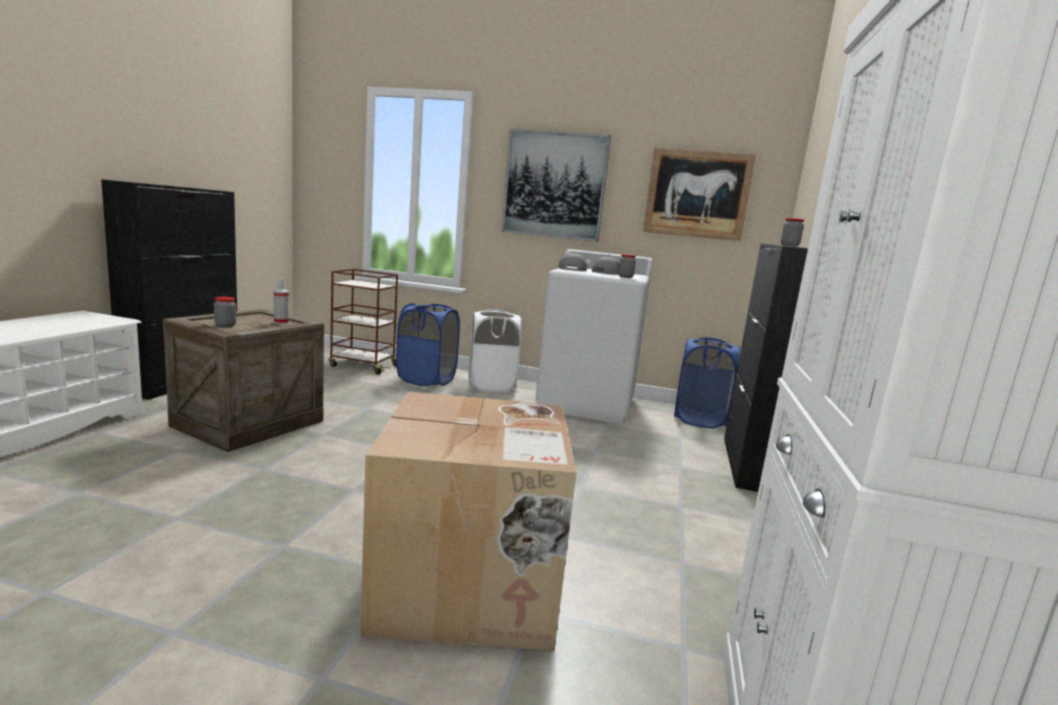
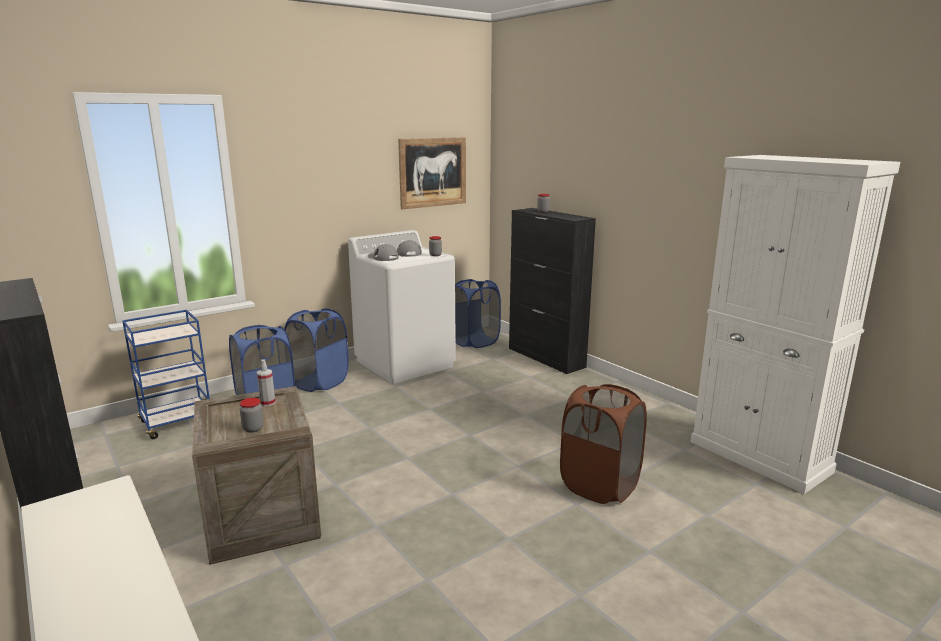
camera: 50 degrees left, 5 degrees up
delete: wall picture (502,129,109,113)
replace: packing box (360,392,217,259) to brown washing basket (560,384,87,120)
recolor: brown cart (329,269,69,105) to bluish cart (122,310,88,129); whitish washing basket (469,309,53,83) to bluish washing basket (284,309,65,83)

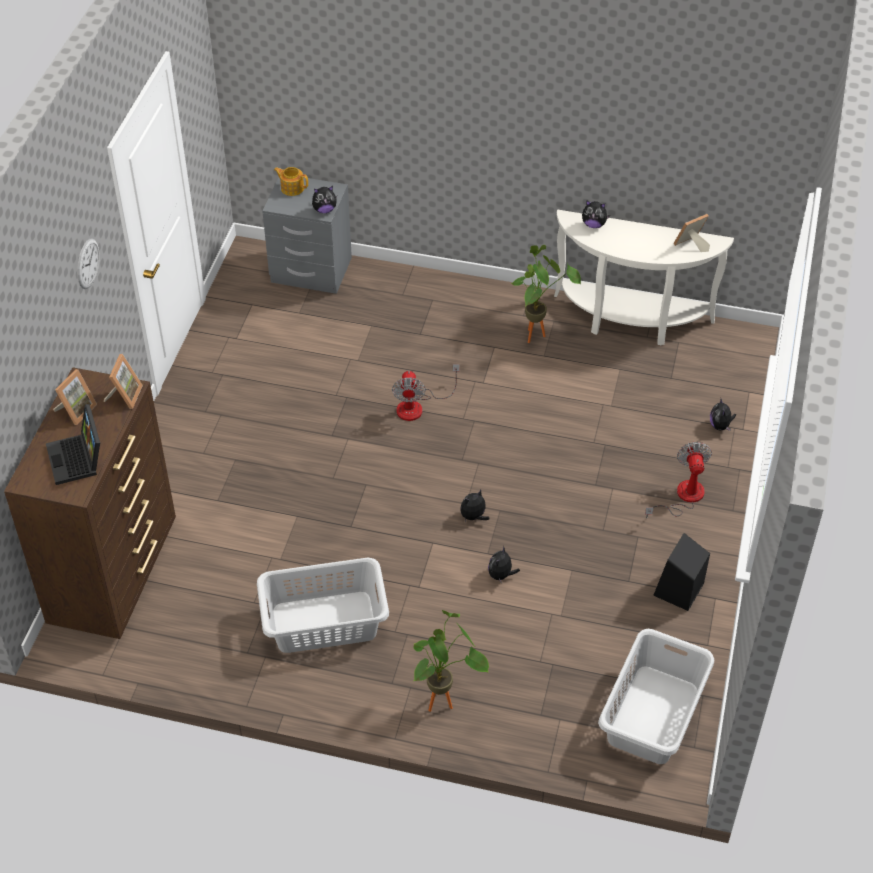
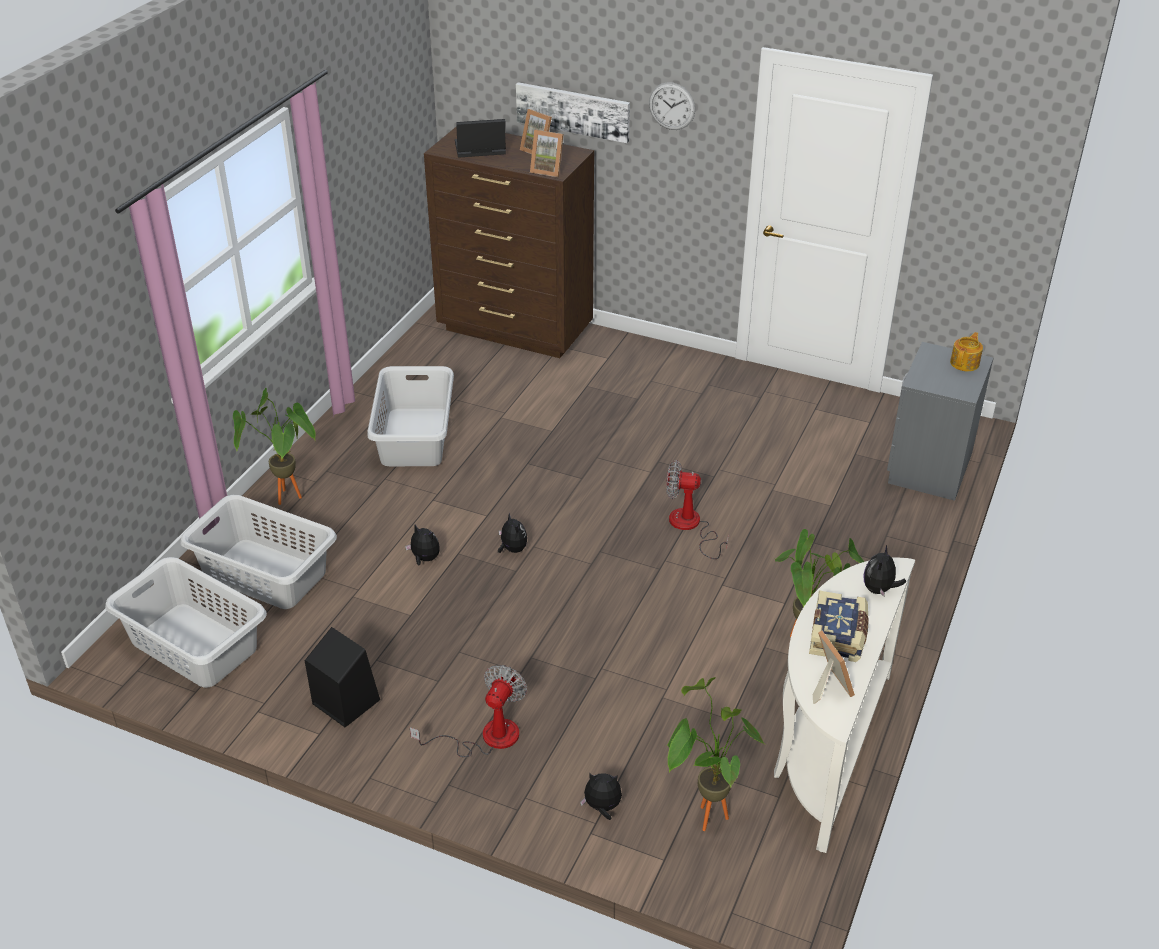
camera: 100 degrees right, 10 degrees down
delete: plush toy (312,186,25,27)
insert: gray washing basket (180,495,157,114); wall picture (516,82,114,61); plant in a pot (667,677,99,154); volume (809,590,60,72)
rotate: electric fan (645,442,67,76) = (410,665,117,92) 75 degrees counterclockwise

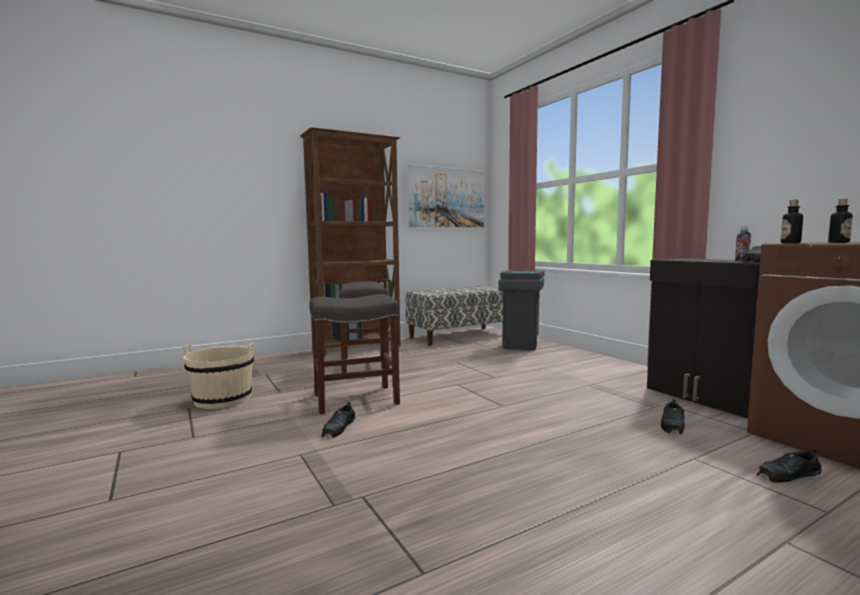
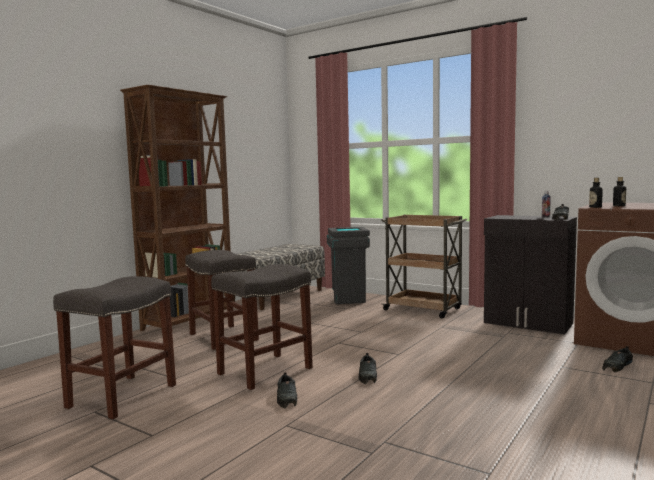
camera: 25 degrees left, 0 degrees up
delete: wall picture (408,165,76,62)
insert: brown cart (381,215,86,103)
move: black shoe (660,399,25,35) to (359,353,18,31)
replace: beige pail (183,343,71,66) to gray stool (53,276,123,143)

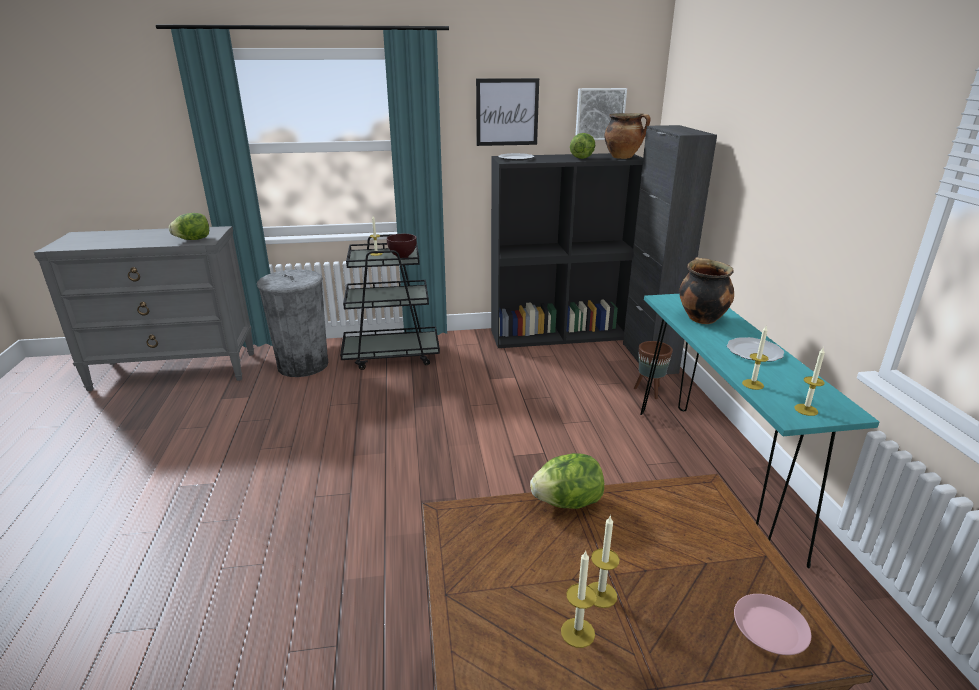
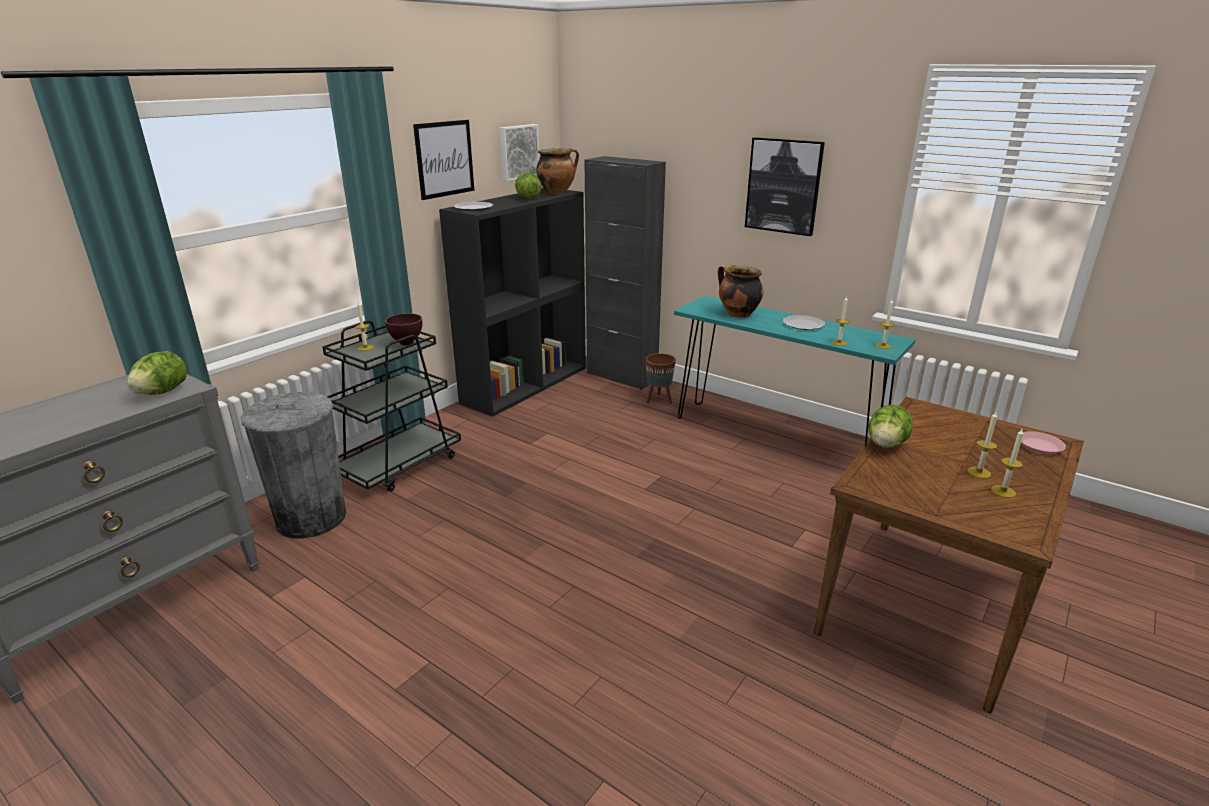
camera: 45 degrees left, 0 degrees up
insert: wall picture (745,137,80,99)

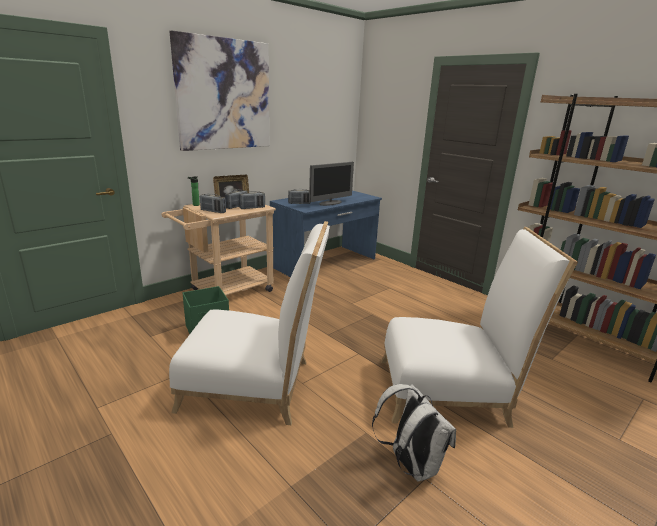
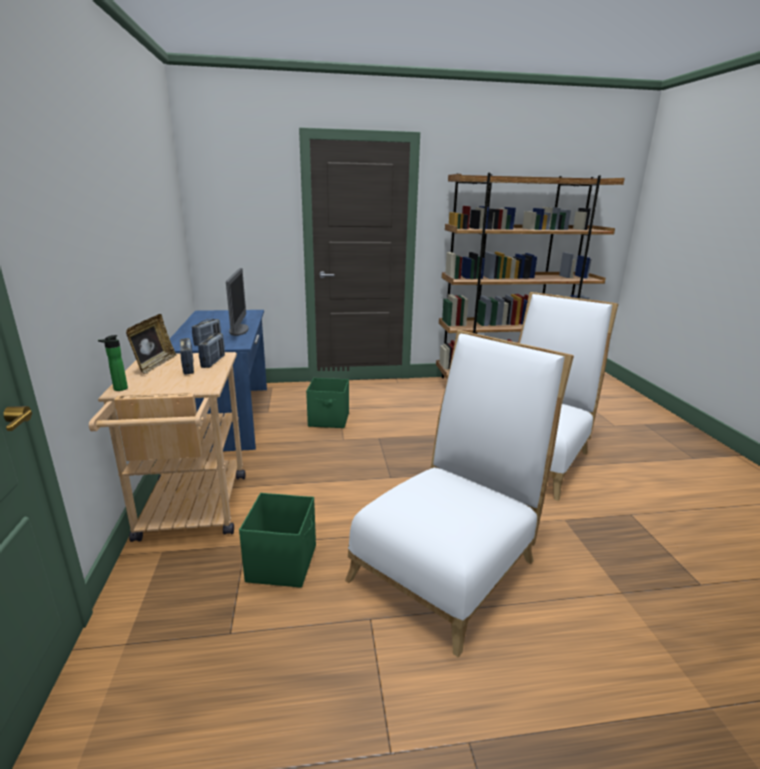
camera: 55 degrees left, 0 degrees up
delete: wall picture (169,30,101,121); radio (200,194,26,19); whitish backpack (372,384,84,98)
insert: green storage box (306,378,43,50)

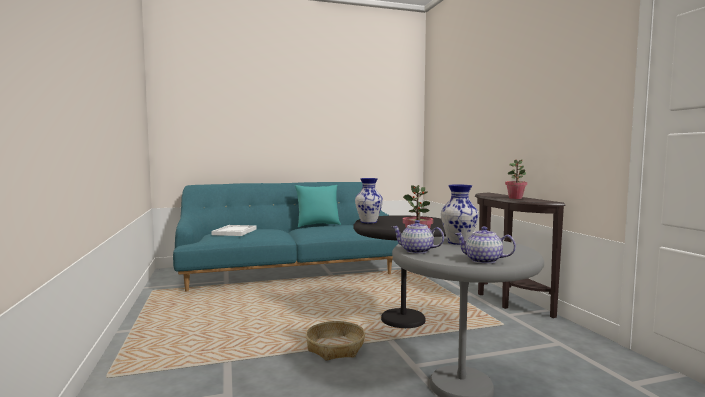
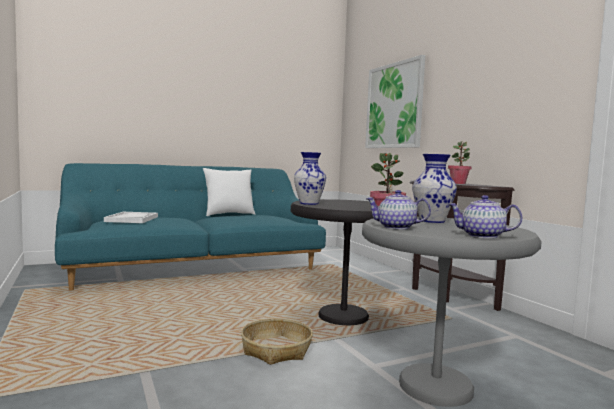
camera: 10 degrees left, 0 degrees up
insert: wall picture (365,55,60,93)
recolor: blue-green pillow (295,185,46,42) to whitish pillow (203,168,53,48)

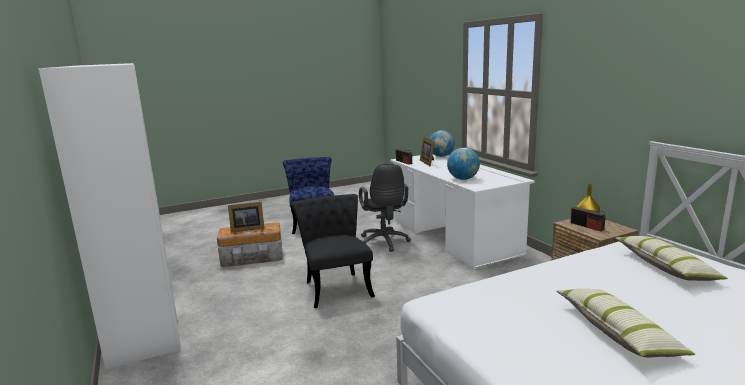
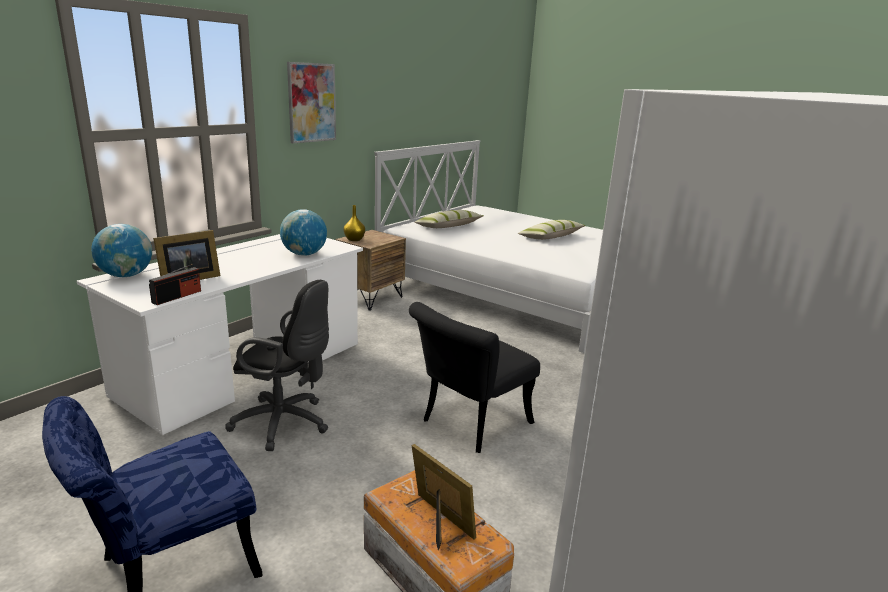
camera: 120 degrees left, 5 degrees up
delete: radio (570,207,36,24)
insert: wall picture (287,62,49,81)
rotate: black desk chair (359,164,52,88) = (225,280,104,171) 60 degrees clockwise

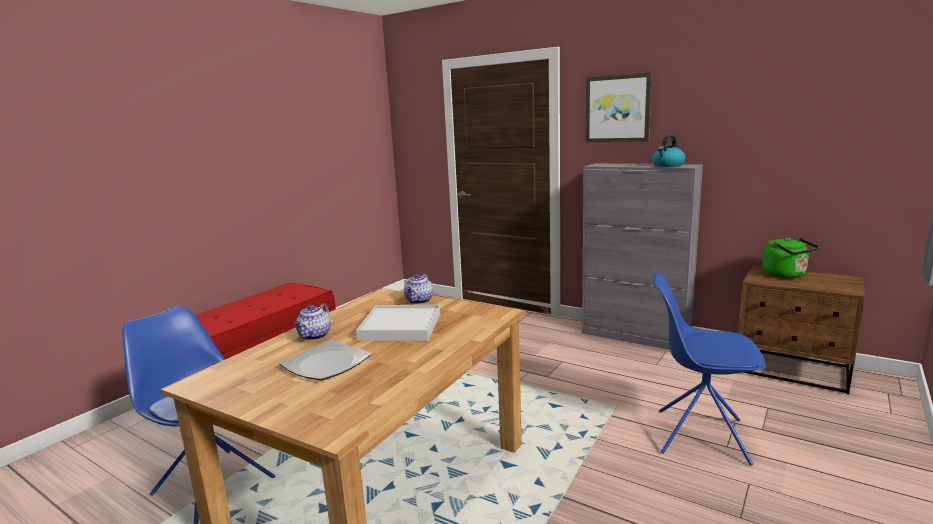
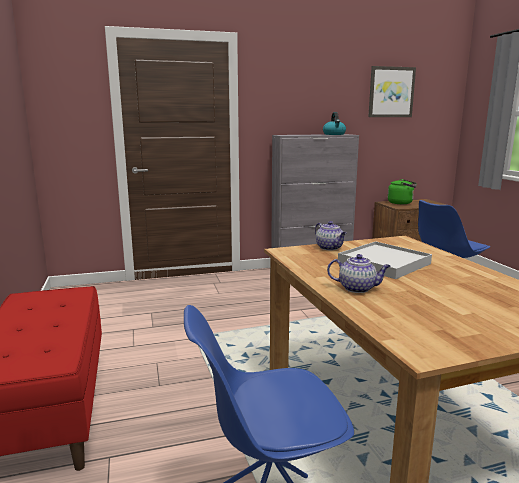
camera: 50 degrees left, 0 degrees up
delete: plate (279,340,93,40)
move: wall picture (586,72,66,70) to (368,66,48,51)
rotate: teapot (294,303,37,37) = (327,254,63,39) 45 degrees counterclockwise

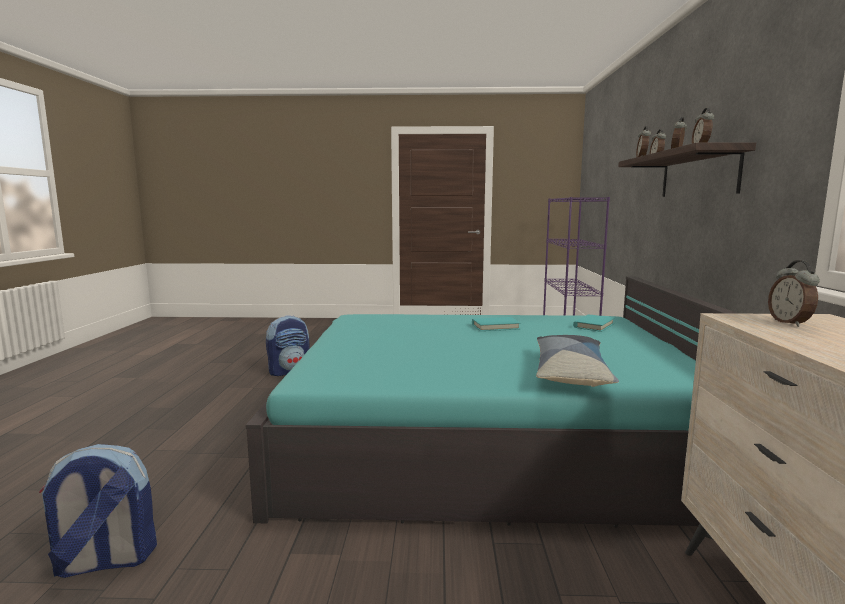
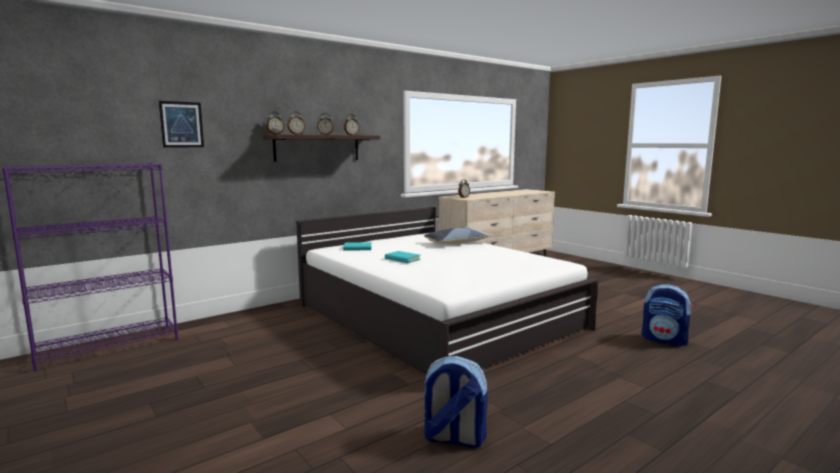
camera: 130 degrees left, 0 degrees up
insert: wall picture (159,101,45,47)
recolor: blue-green bed (246,276,493,252) to whitish bed (296,207,303,167)

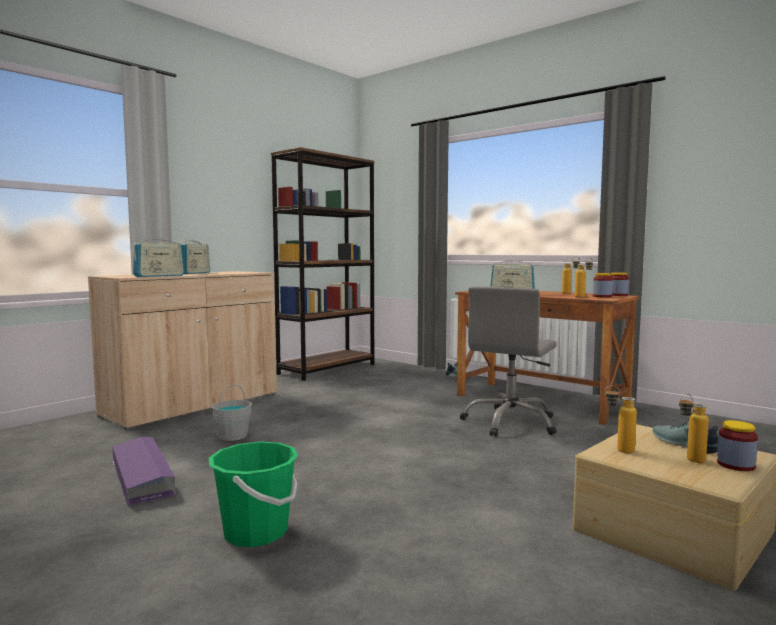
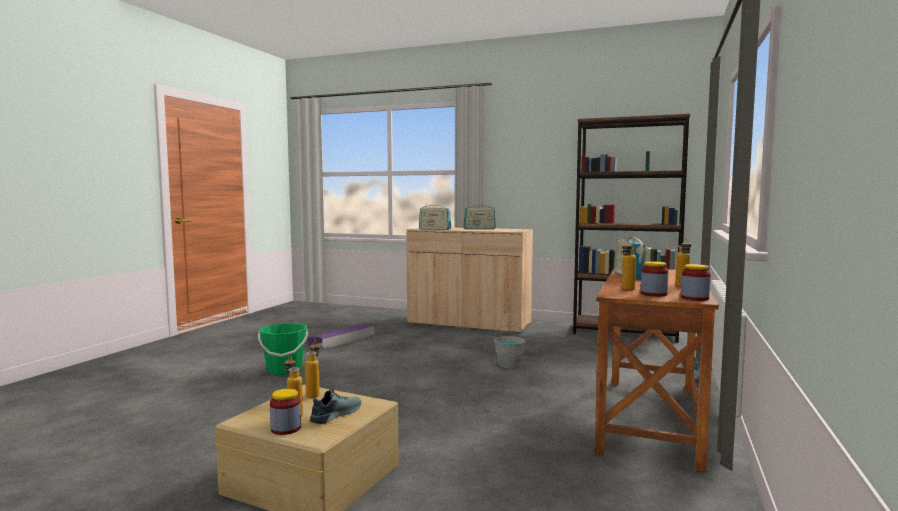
camera: 70 degrees right, 0 degrees up
delete: gray desk chair (460,287,97,150)
move: gray pail (212,385,40,56) to (493,324,33,44)

